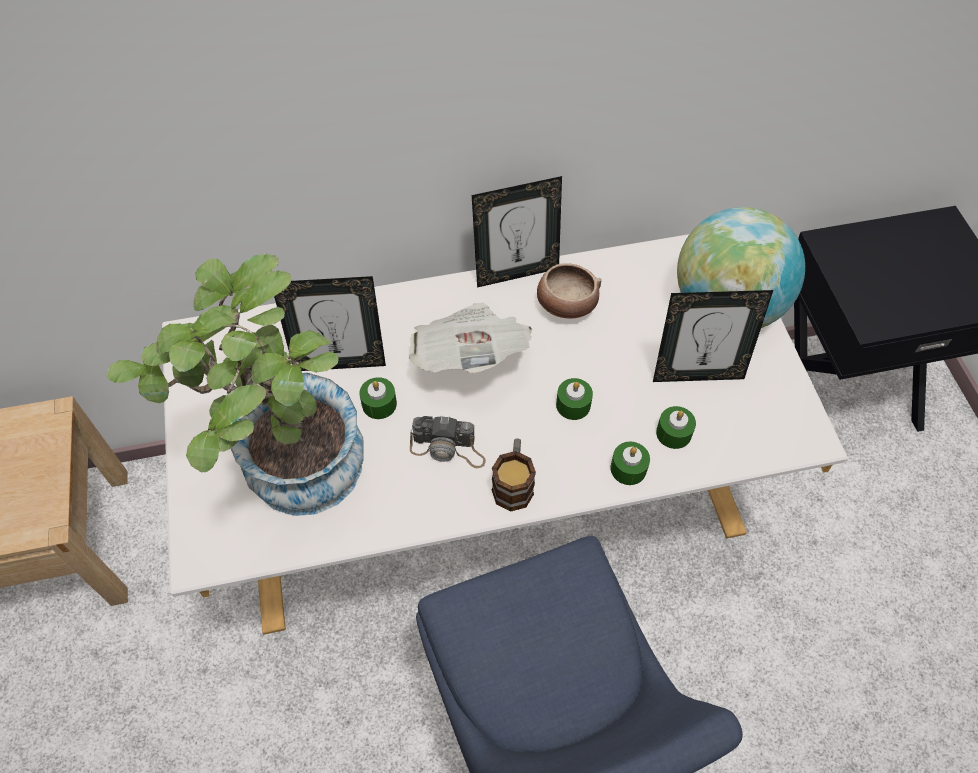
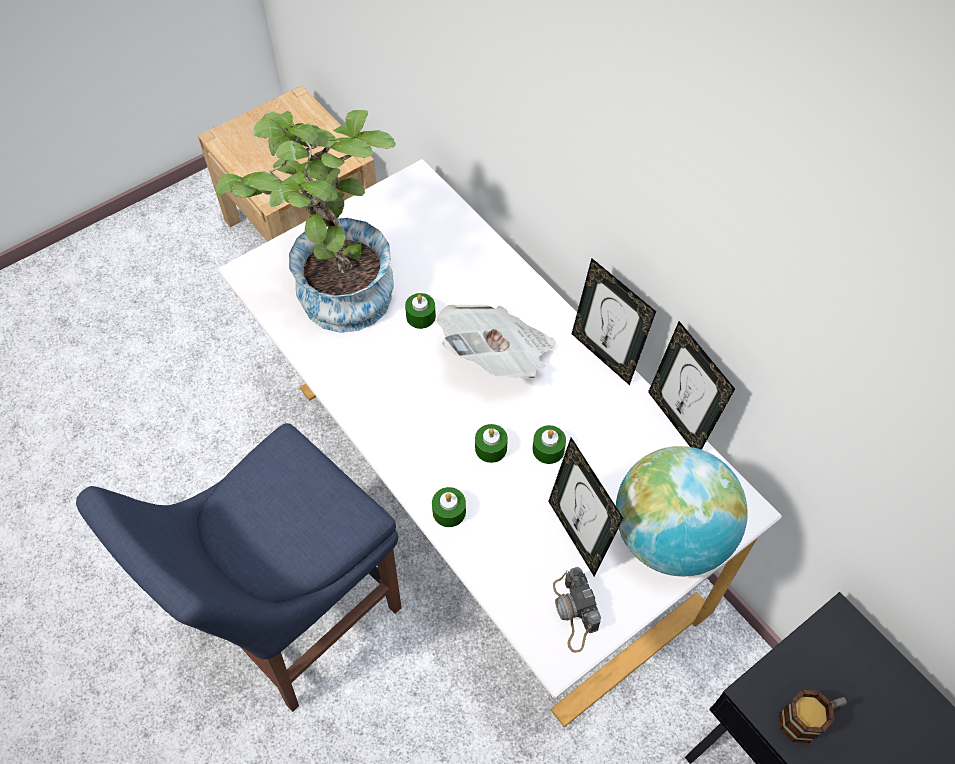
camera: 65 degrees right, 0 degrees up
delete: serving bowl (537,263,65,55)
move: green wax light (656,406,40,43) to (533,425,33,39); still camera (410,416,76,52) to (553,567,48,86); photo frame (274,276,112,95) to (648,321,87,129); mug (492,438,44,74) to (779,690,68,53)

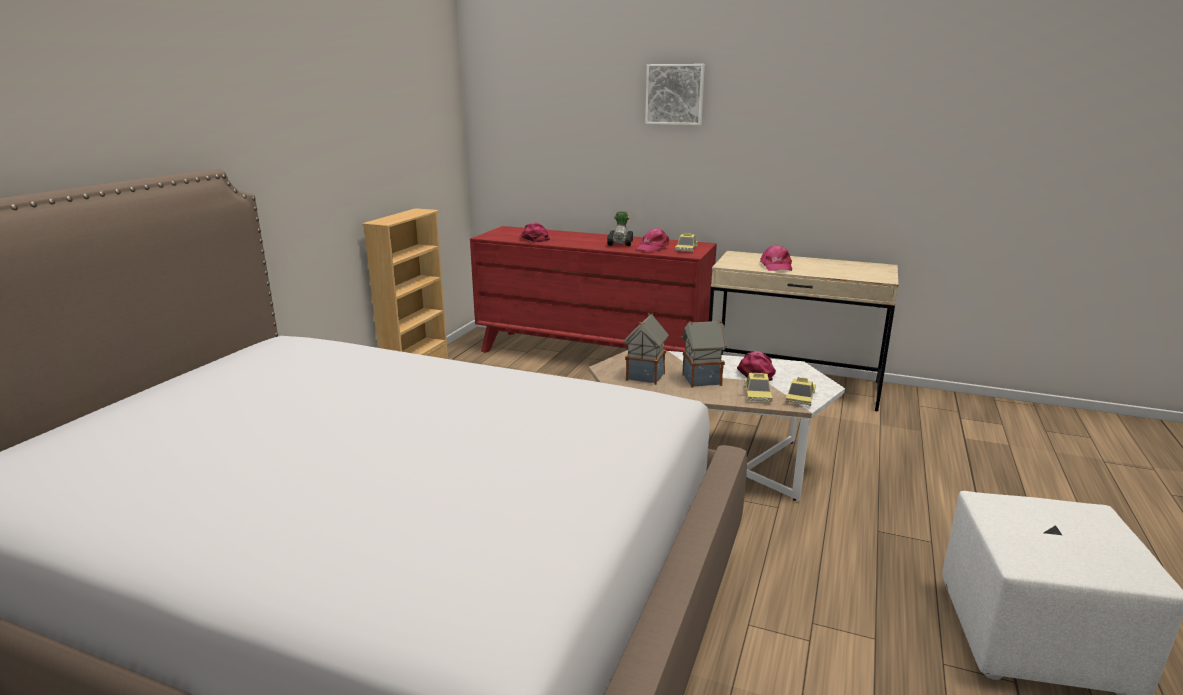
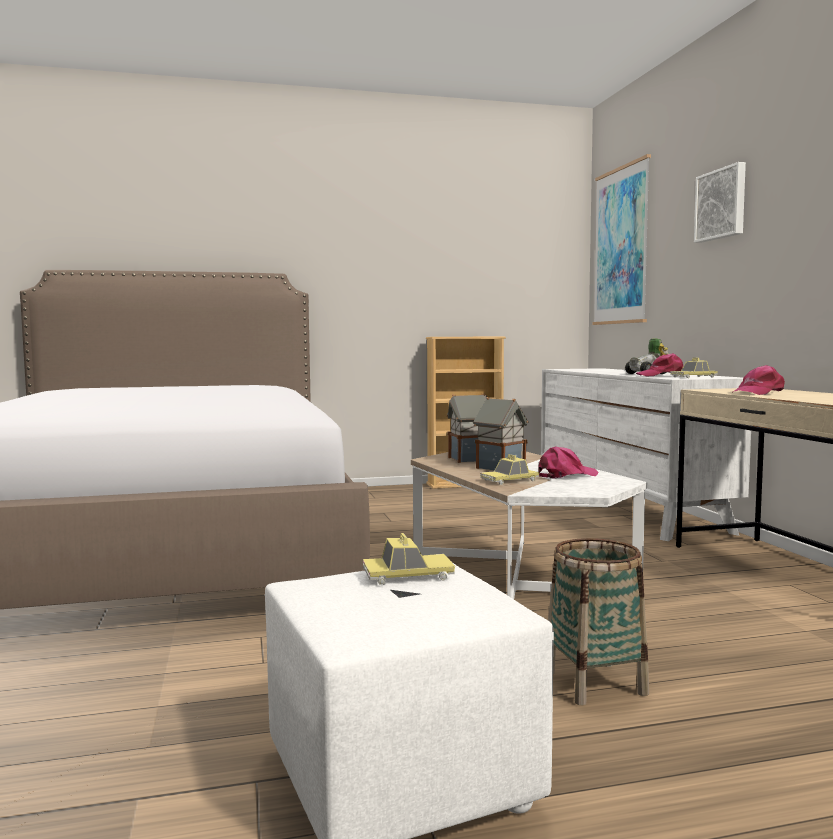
camera: 55 degrees right, 15 degrees down
delete: pink-coloured peaked cap (519,222,31,20)
insert: basket (548,538,101,167); wall picture (593,154,58,171)
move: model car (786,377,30,29) to (363,533,92,52)
recolor: red chest of drawers (470,226,247,127) to whitish chest of drawers (541,368,210,173)

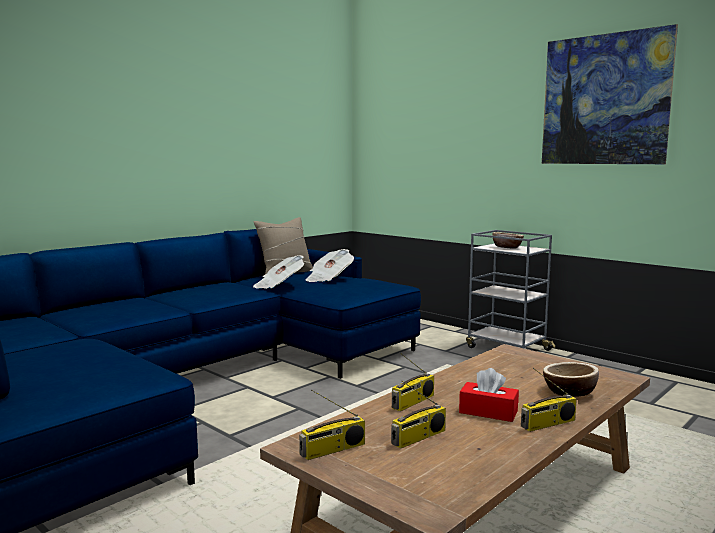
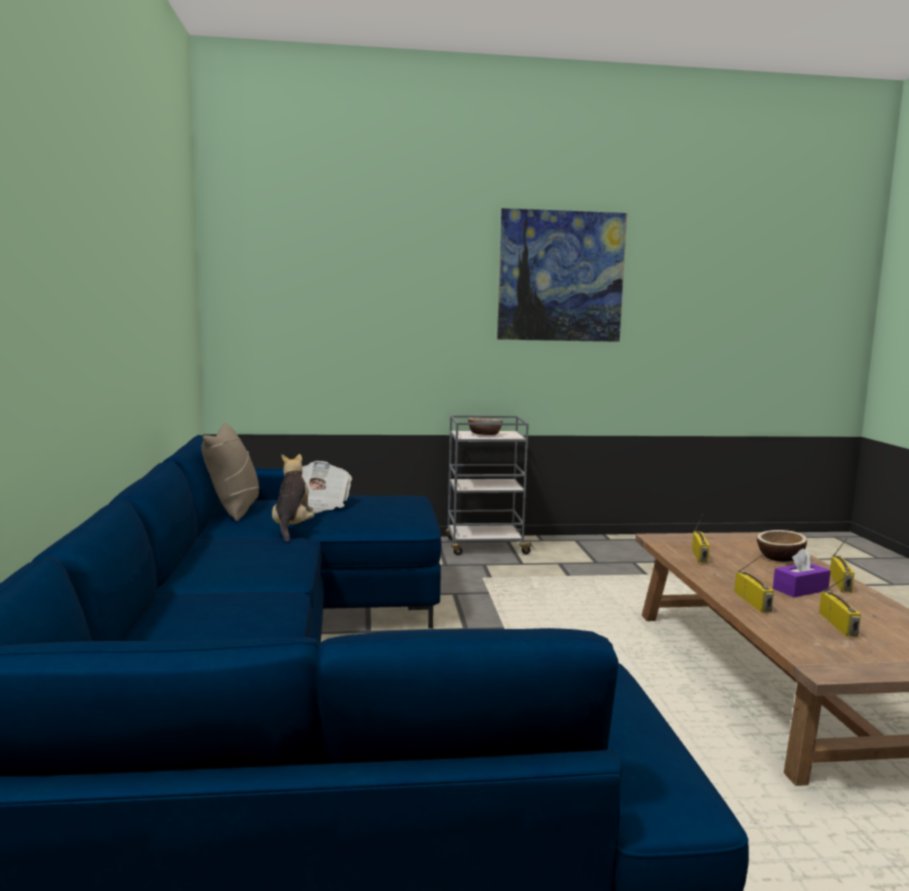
camera: 50 degrees left, 0 degrees up
move: radio (299,389,66,71) to (692,514,18,50)
replace: printed paper (253,255,51,34) to plush toy (272,454,42,88)
recolor: red tissue holder (459,368,60,54) to purple tissue holder (773,549,58,48)

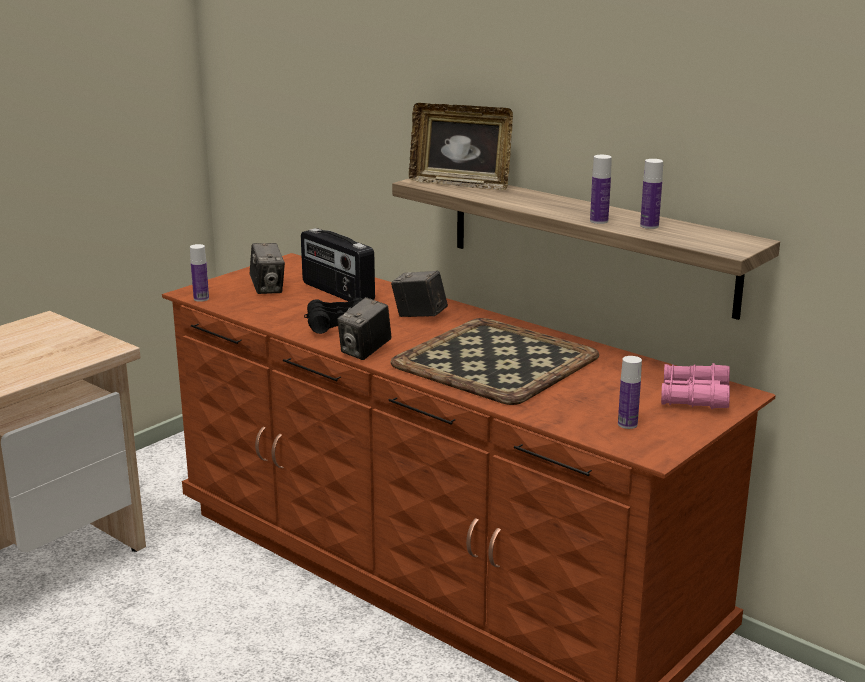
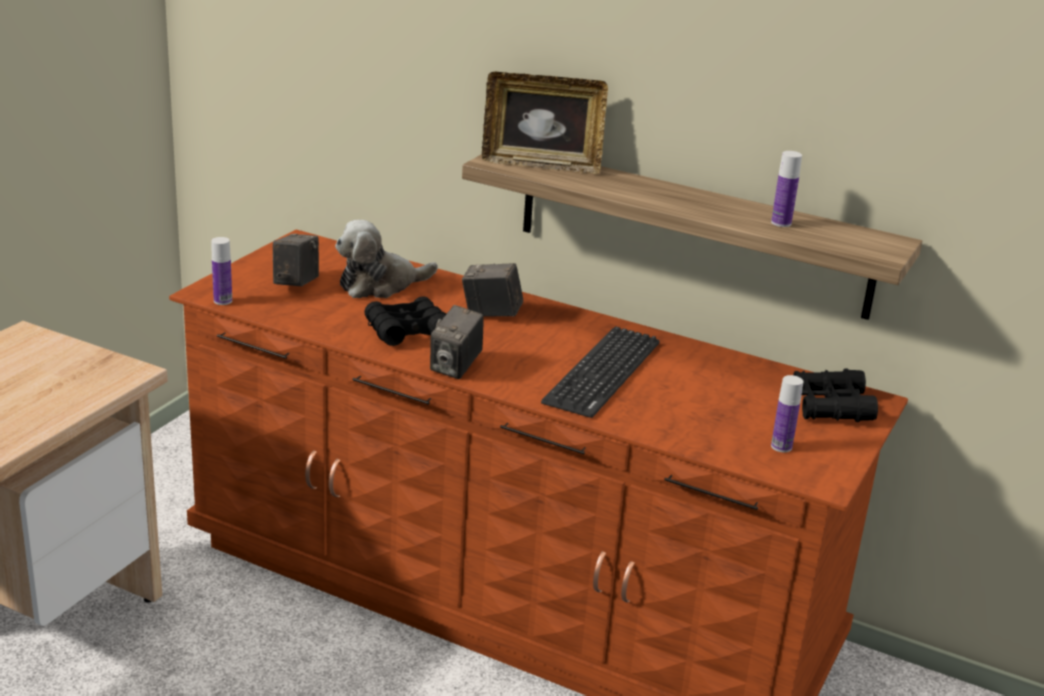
camera: 15 degrees left, 5 degrees up
delete: drink bottle (590,155,22,69)
replace: radio (301,228,74,73) to plush toy (335,220,103,78); serving tray (390,318,209,87) to keyboard (541,326,119,92)
recolor: pink-coloured pair of binoculars (661,363,69,46) to black pair of binoculars (793,368,85,54)
rotate: still camera (250,243,35,51) = (273,234,46,52) 135 degrees counterclockwise

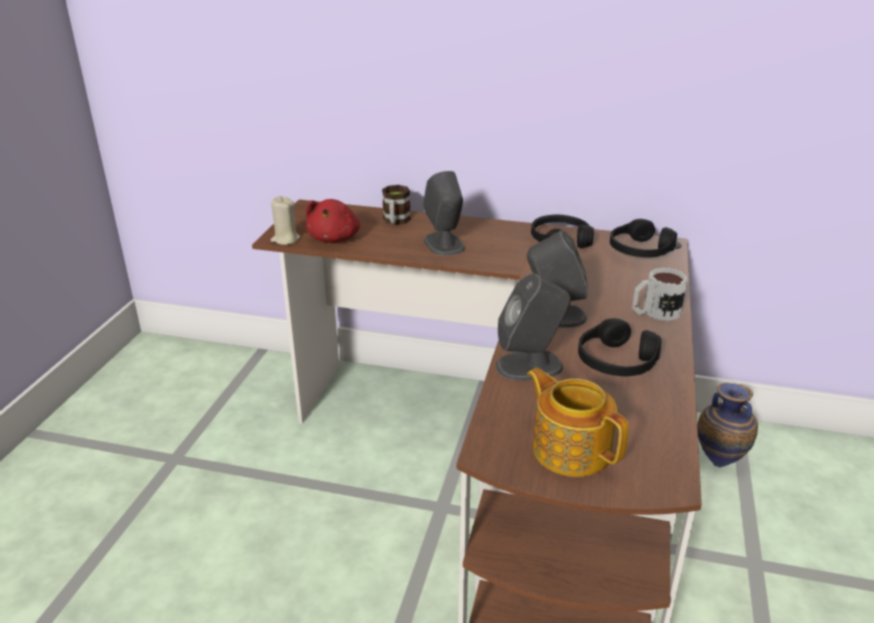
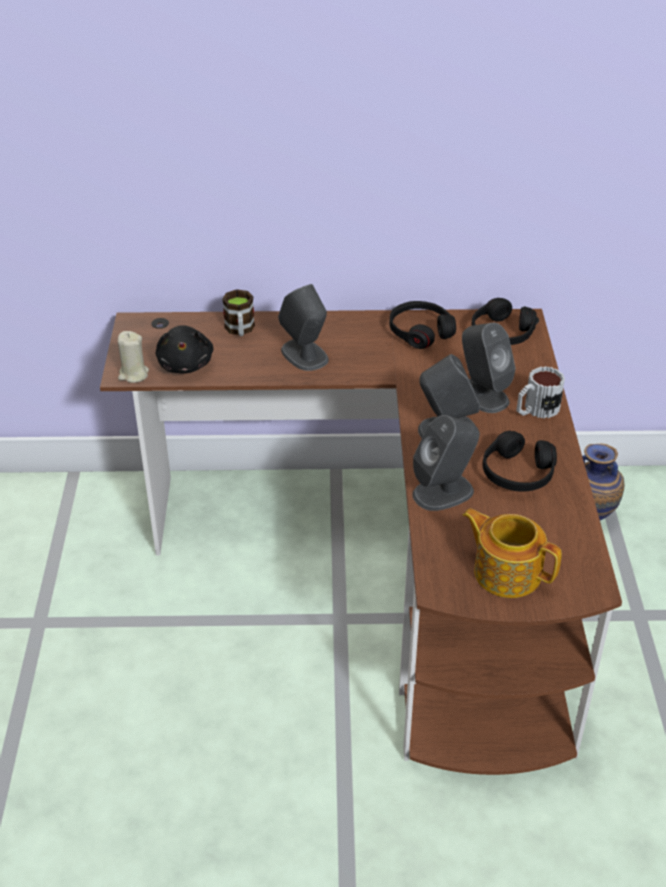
camera: 15 degrees left, 10 degrees up
insert: gray audio speaker (462,323,54,90)
recolor: red plush toy (306,199,54,44) to black plush toy (156,325,57,49)

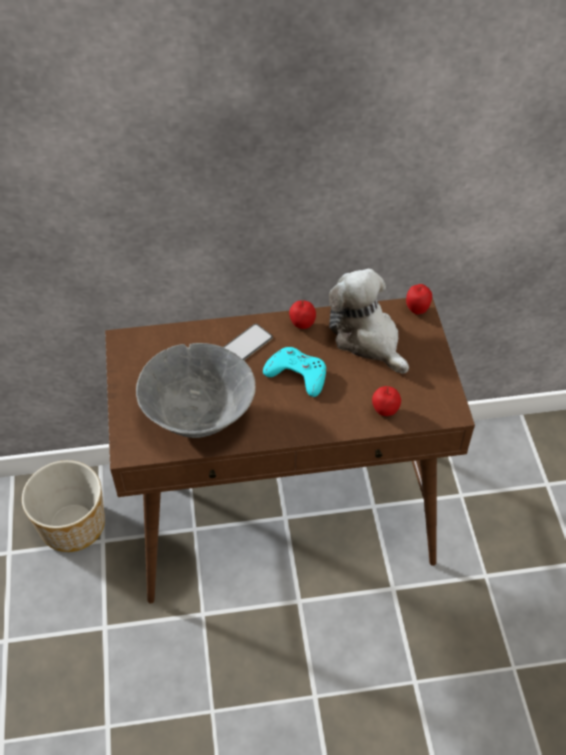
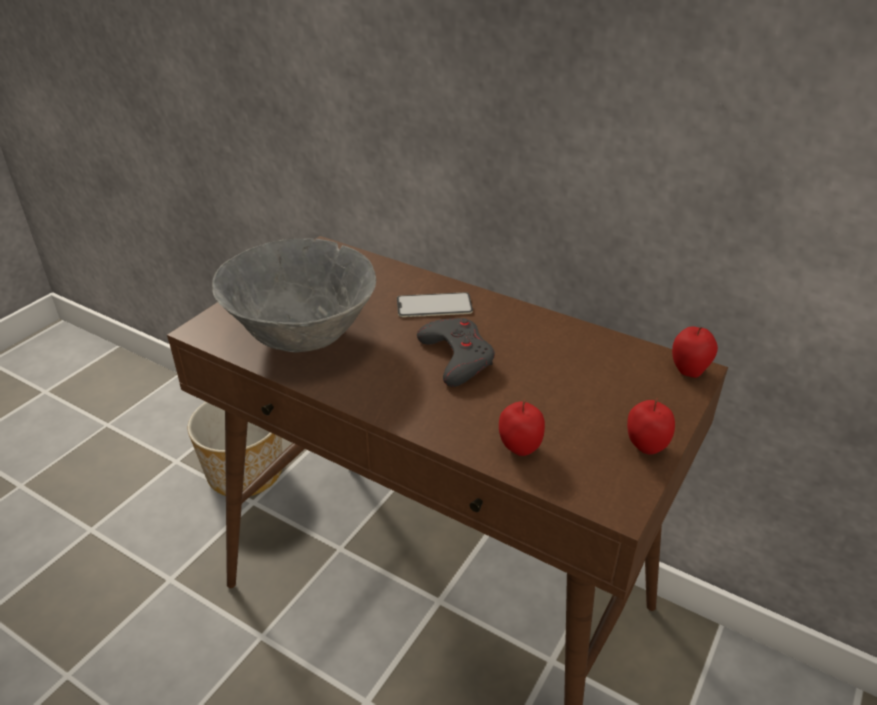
camera: 40 degrees right, 15 degrees down
delete: plush toy (329,269,80,105)
move: apple fruit (289,300,27,29) to (627,398,48,56)
recolor: blue-green game controller (263,347,63,50) to gray game controller (417,318,78,69)

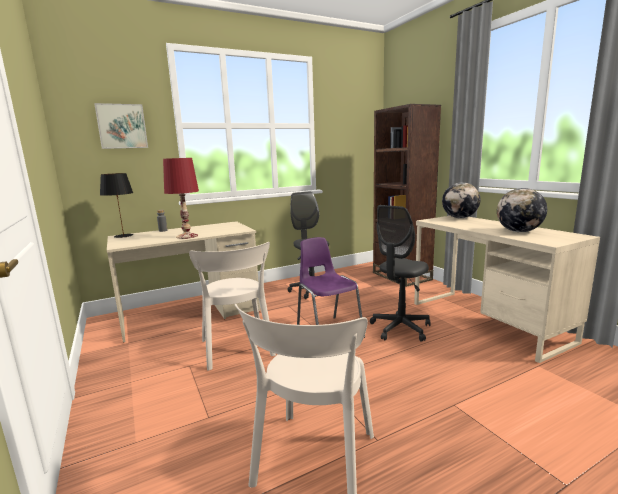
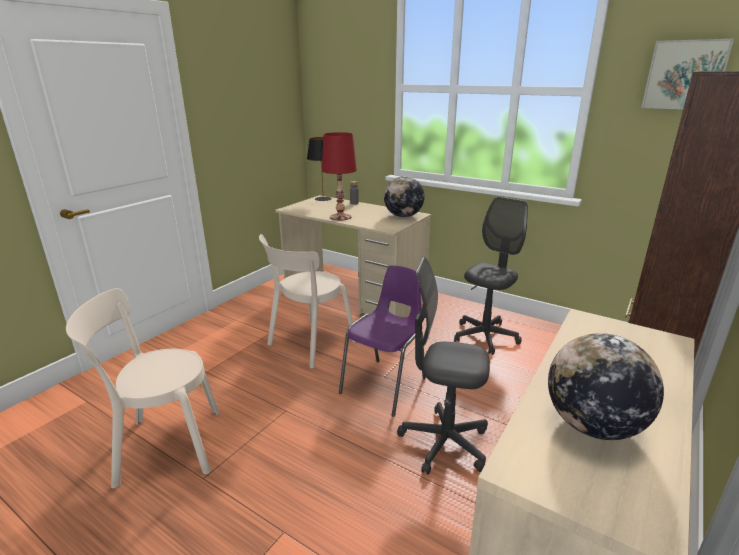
camera: 60 degrees right, 10 degrees up
move: world globe (442,182,39,36) to (384,176,40,41); wall picture (94,103,54,46) to (641,39,93,70)

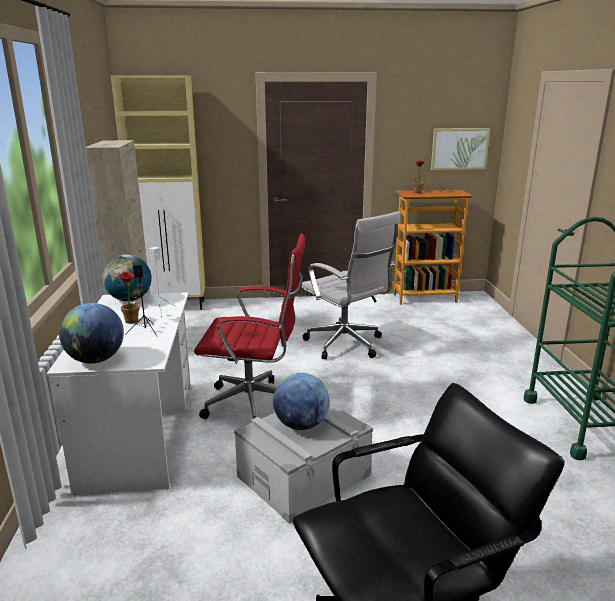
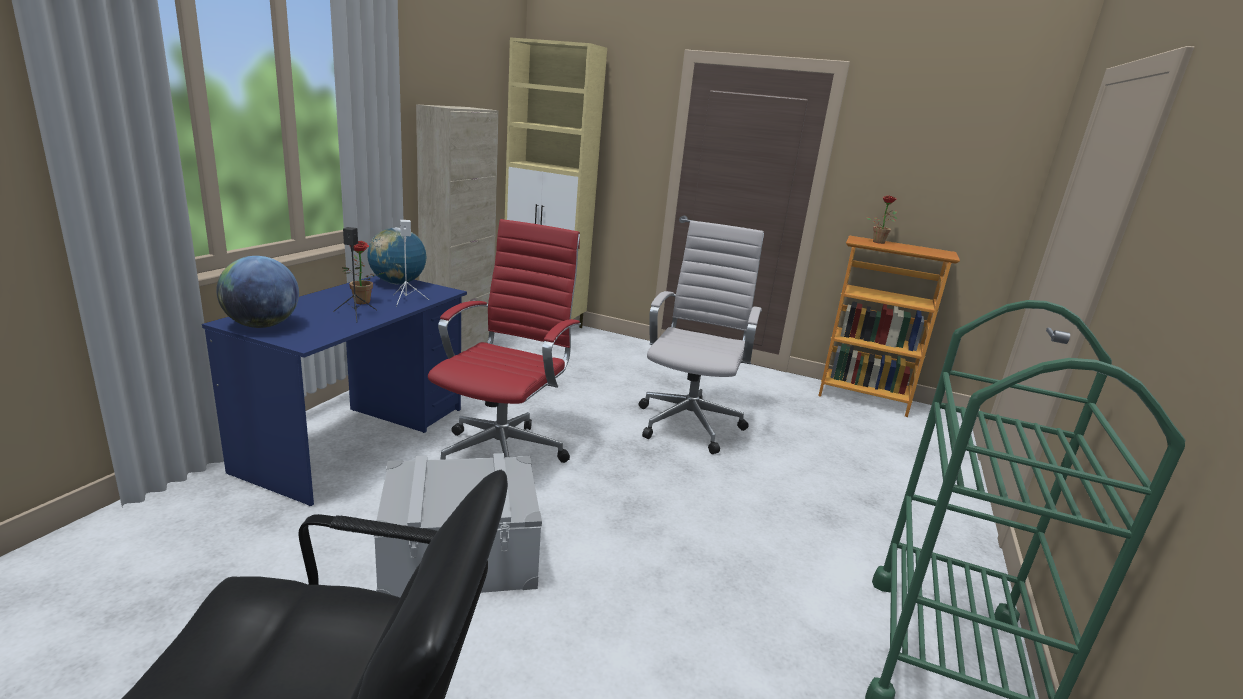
camera: 25 degrees right, 0 degrees up
delete: world globe (273,373,56,57); wall picture (431,128,59,42)
recolor: whitish desk (46,292,145,203) to bluish desk (202,275,265,231)
rotate: red desk chair (194,234,111,185) = (428,219,153,244) 105 degrees counterclockwise; whitish desk chair (301,211,100,148) = (639,220,125,234) 150 degrees counterclockwise

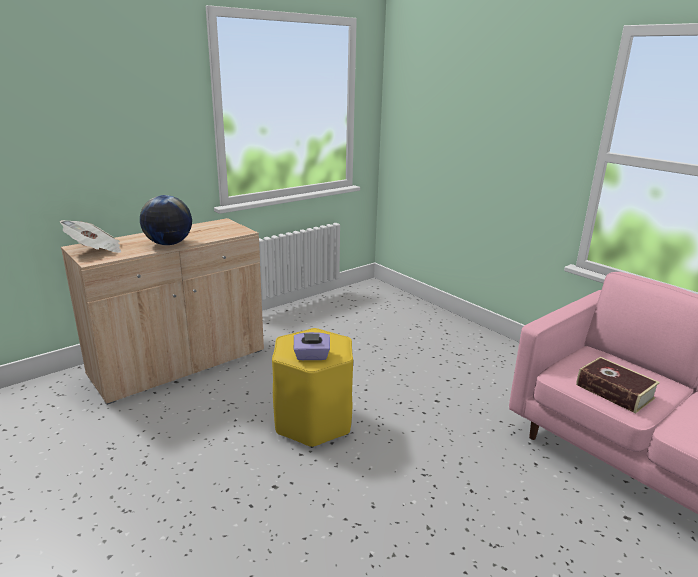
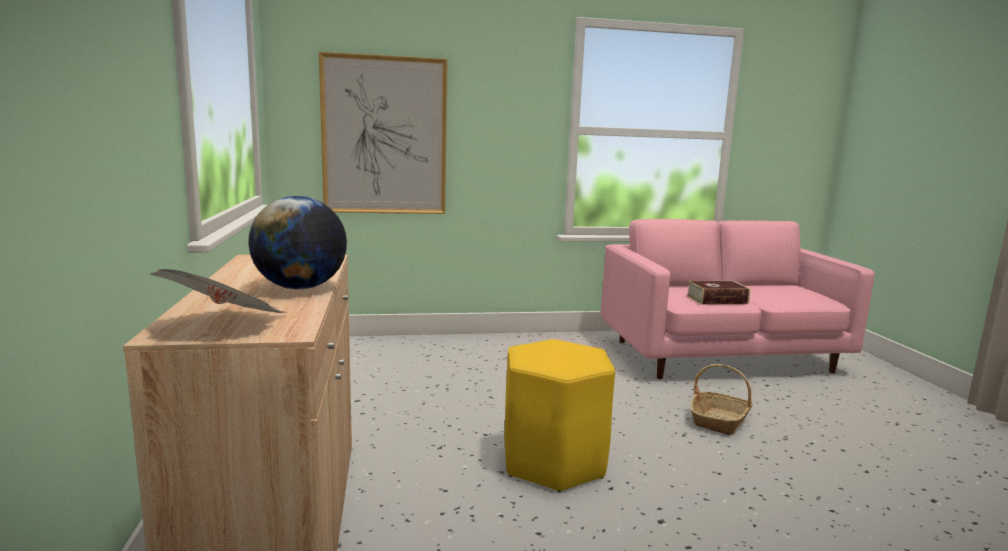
camera: 60 degrees left, 10 degrees down
delete: purple tissue holder (294,332,36,28)
insert: wall picture (319,52,128,162); basket (690,364,63,71)

